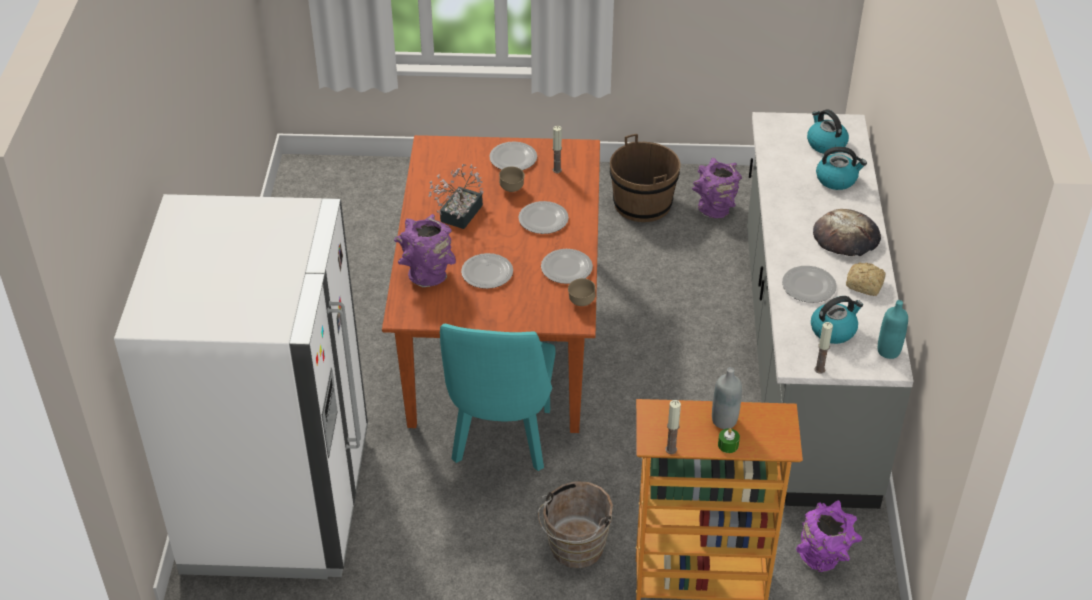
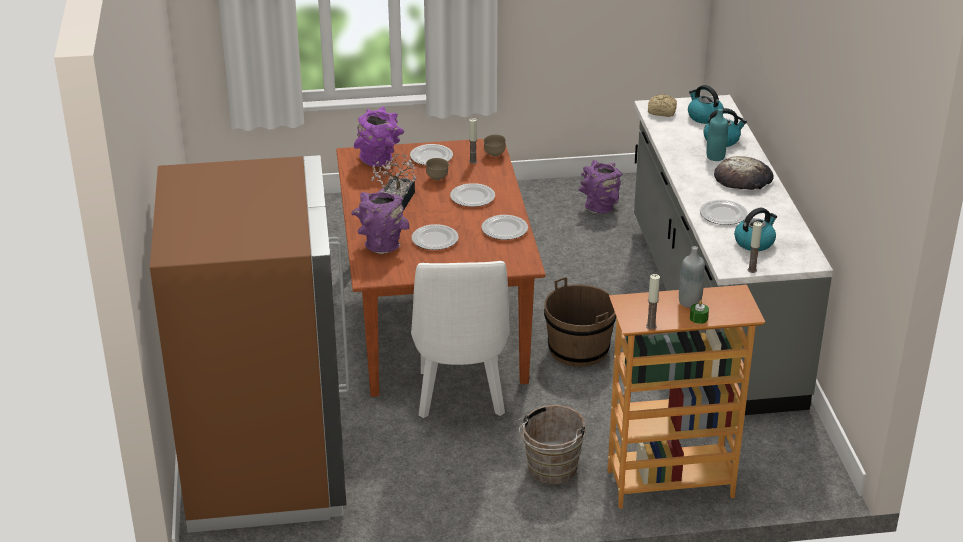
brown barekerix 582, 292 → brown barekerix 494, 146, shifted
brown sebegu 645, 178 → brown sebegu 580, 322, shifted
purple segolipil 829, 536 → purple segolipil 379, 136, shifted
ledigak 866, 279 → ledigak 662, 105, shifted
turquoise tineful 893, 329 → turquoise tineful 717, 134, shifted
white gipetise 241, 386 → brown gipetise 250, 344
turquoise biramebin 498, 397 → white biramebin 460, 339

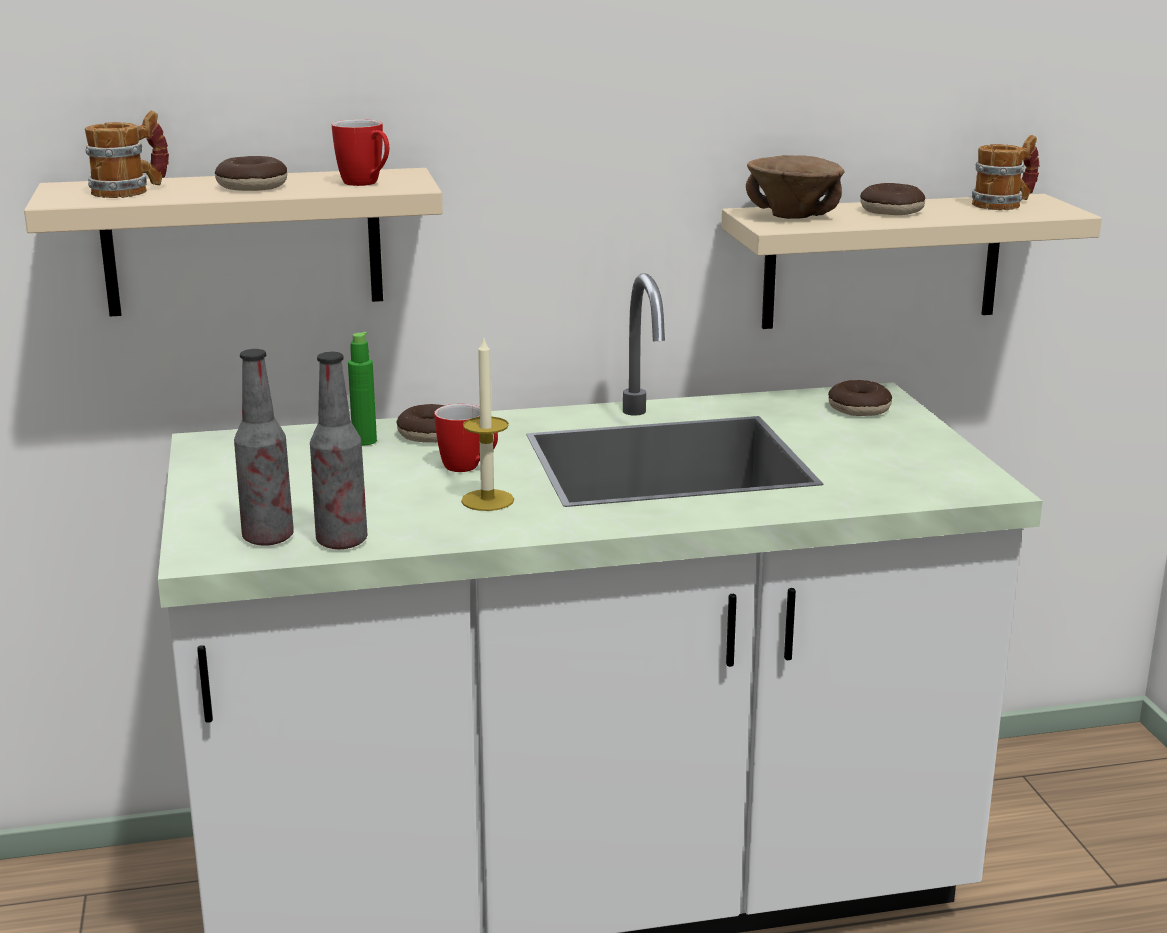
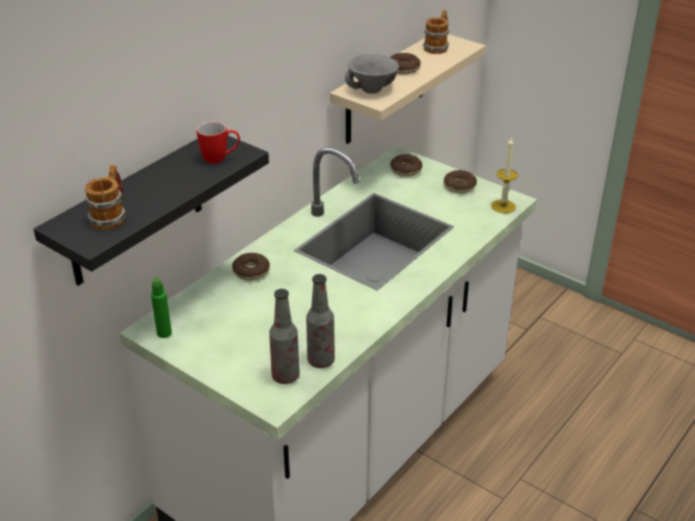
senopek 466, 438 → -
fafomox 251, 173 → fafomox 460, 181, shifted
green tineful 362, 388 → green tineful 161, 307, shifted
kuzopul 487, 423 → kuzopul 504, 175, shifted
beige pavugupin 233, 242 → black pavugupin 151, 210
brown barekerix 795, 187 → grey barekerix 372, 74

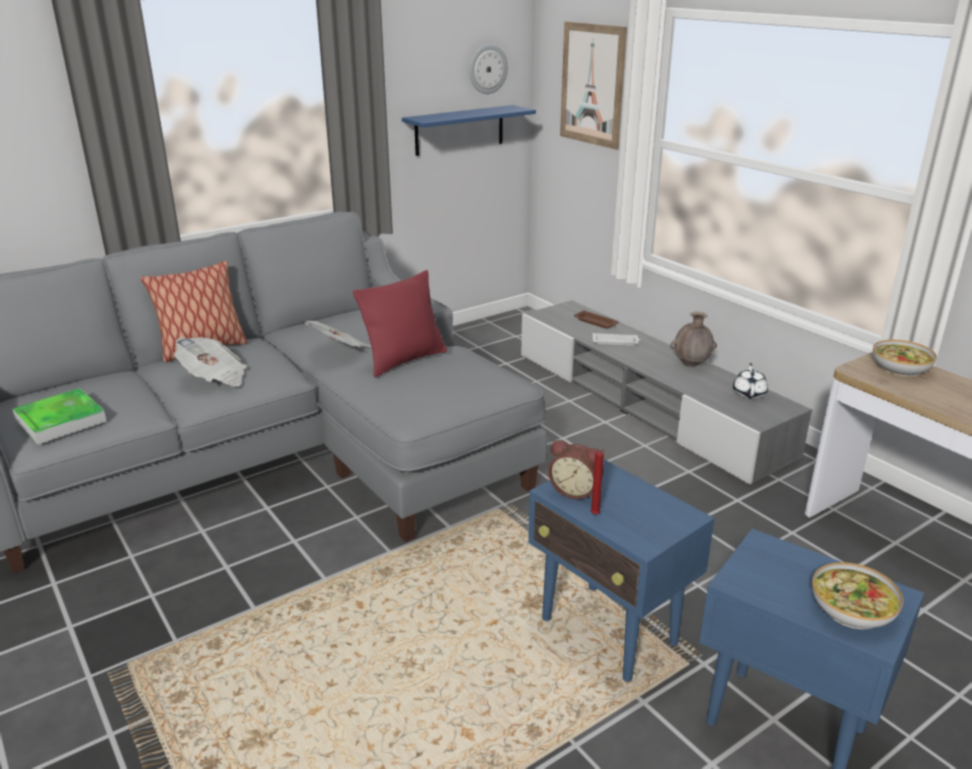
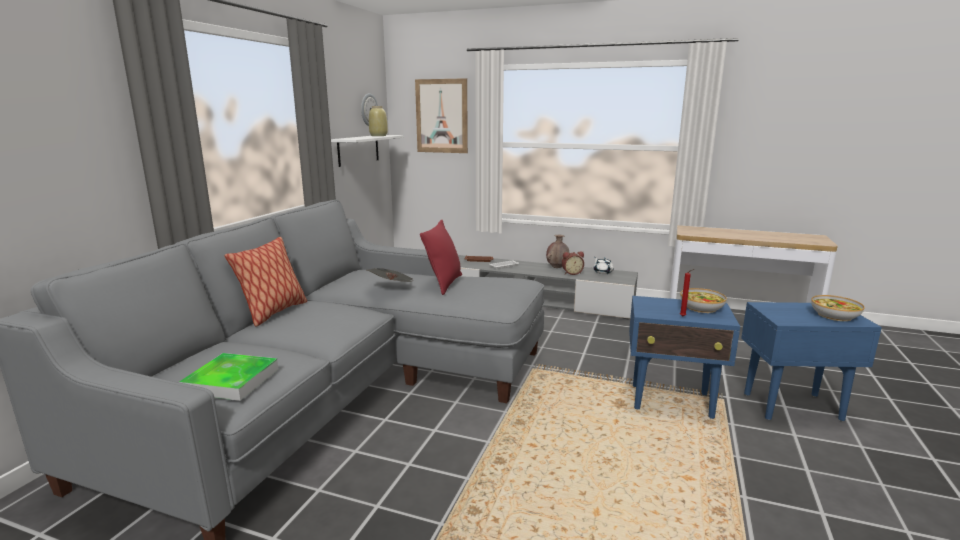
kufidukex 210, 362 → -
- → beige segolipil 378, 121
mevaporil 576, 469 → mevaporil 573, 263, shifted
barekerix 905, 358 → barekerix 703, 300, shifted
blue pavugupin 469, 130 → white pavugupin 367, 151

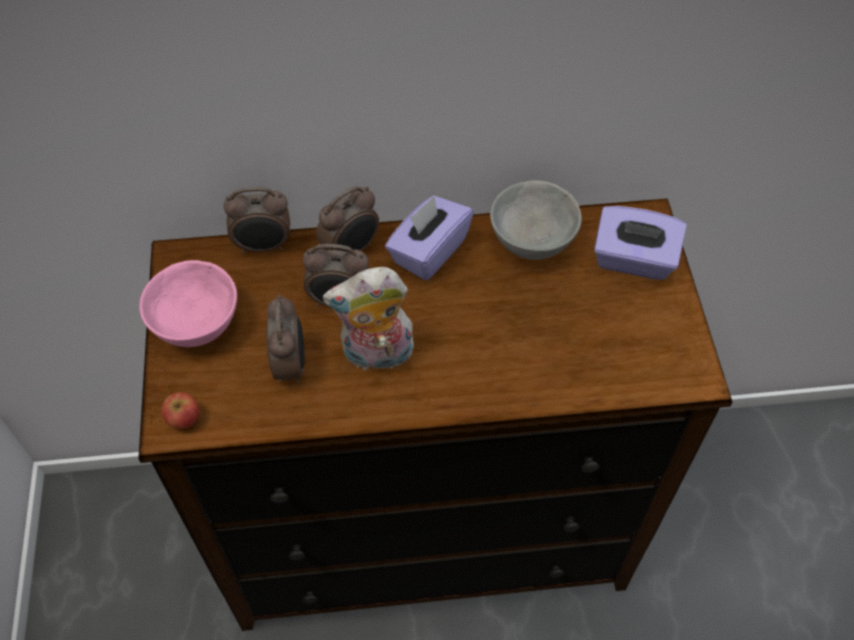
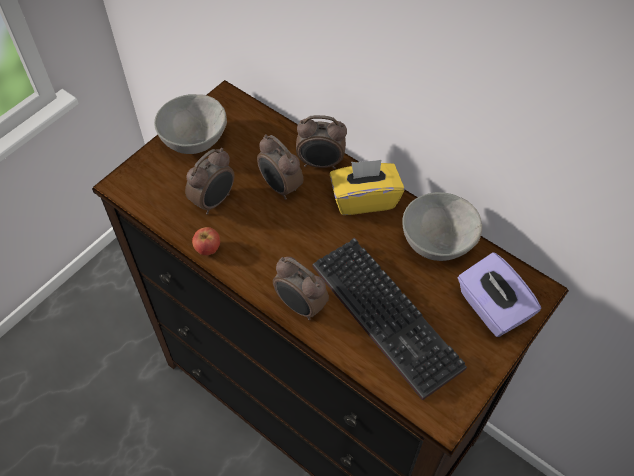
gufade 368, 318 → -
- → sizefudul 390, 319
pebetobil 180, 410 → pebetobil 206, 241, shifted
mevaporil 257, 220 → mevaporil 301, 288, shifted
pink barekerix 188, 303 → grey barekerix 190, 124
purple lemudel 429, 238 → yellow lemudel 367, 187

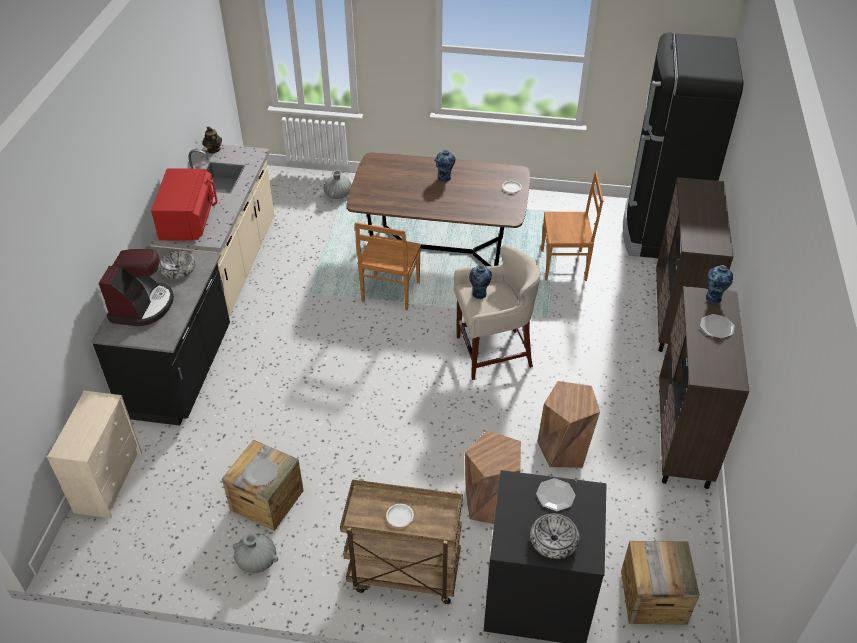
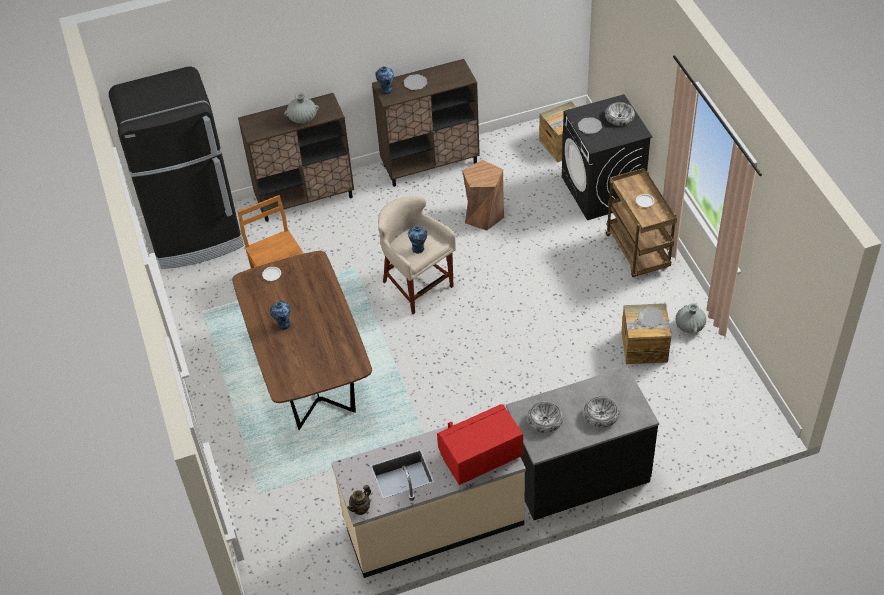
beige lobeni 94, 454 → -
brown biramebin 388, 266 → -
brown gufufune 493, 477 → -
grey segolipil 337, 184 → grey segolipil 301, 107, shifted
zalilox 136, 287 → barekerix 602, 412

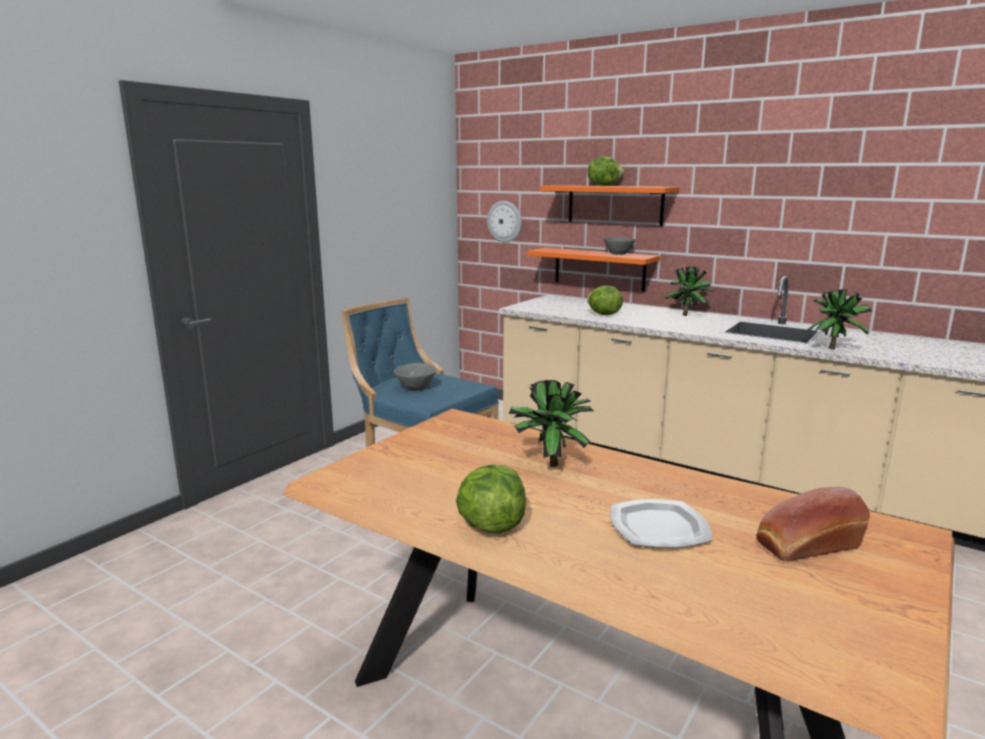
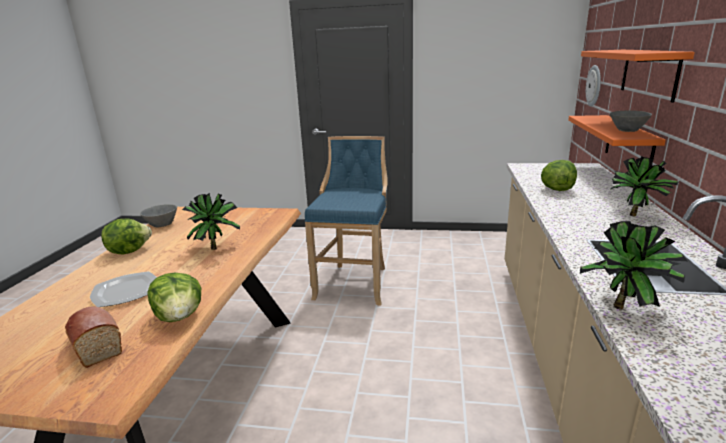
grey barekerix 415, 377 → grey barekerix 158, 215, shifted
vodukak 605, 171 → vodukak 174, 297, shifted

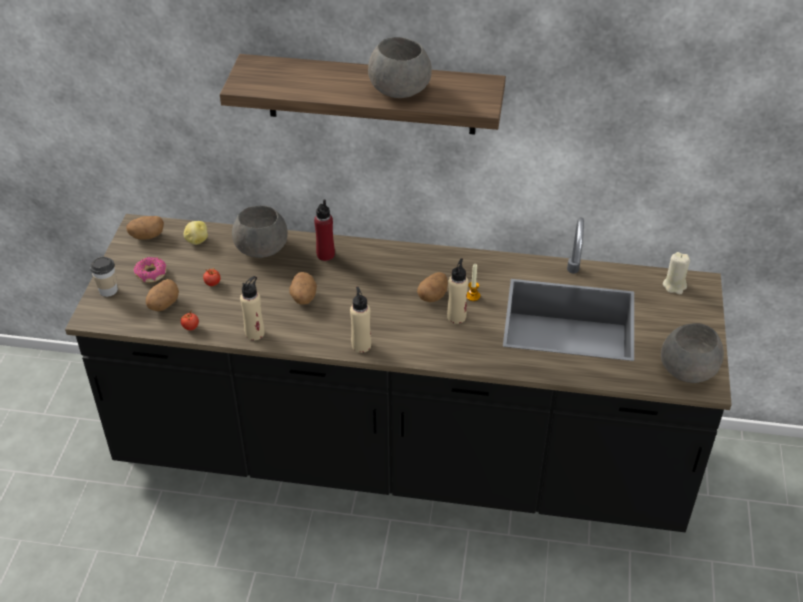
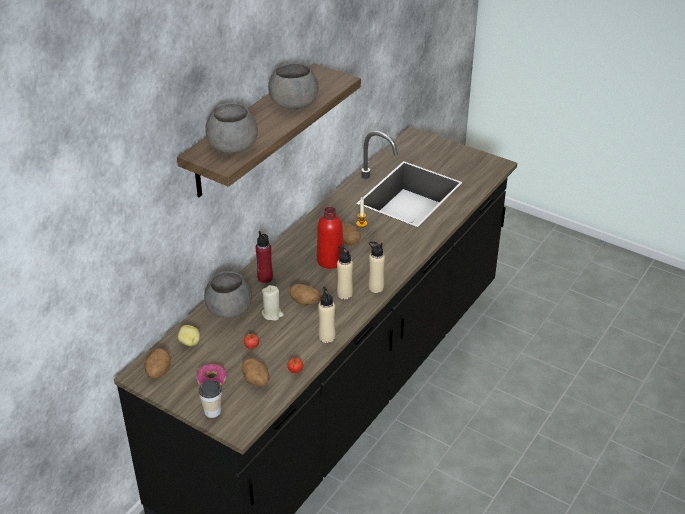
- → red tineful 330, 238
beige tineful 457, 291 → beige tineful 345, 272, shifted
grey barekerix 692, 353 → grey barekerix 231, 127, shifted
beige kuzopul 676, 273 → beige kuzopul 272, 303, shifted

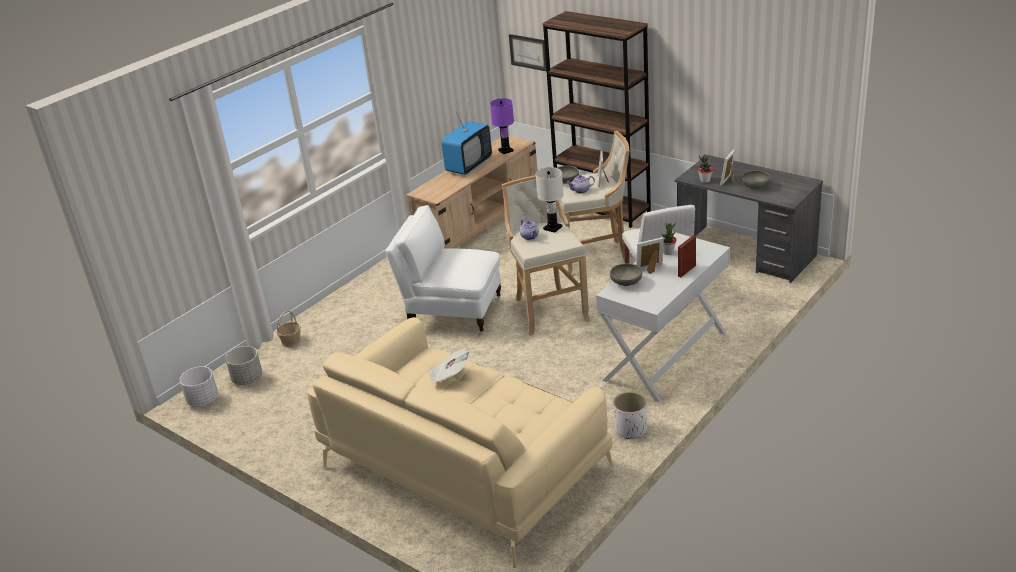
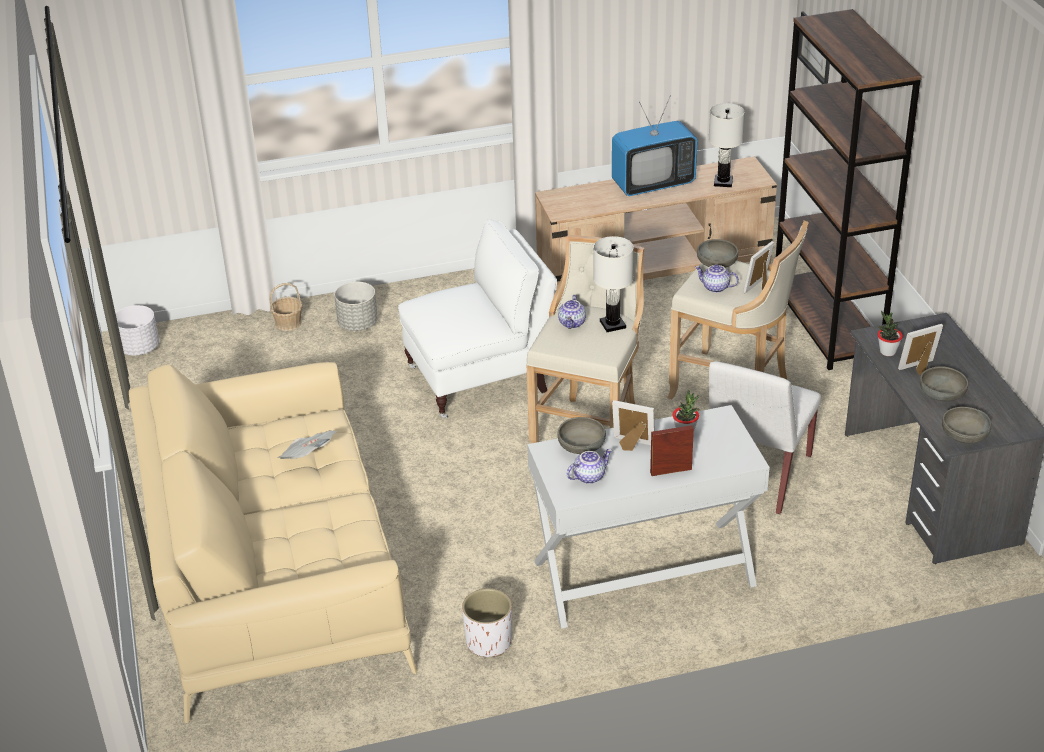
- → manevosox 589, 466
- → grey barekerix 966, 425
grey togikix 243, 365 → grey togikix 356, 306, shifted
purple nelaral 502, 126 → white nelaral 726, 145
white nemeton 443, 270 → white nemeton 477, 319, 105 degrees clockwise

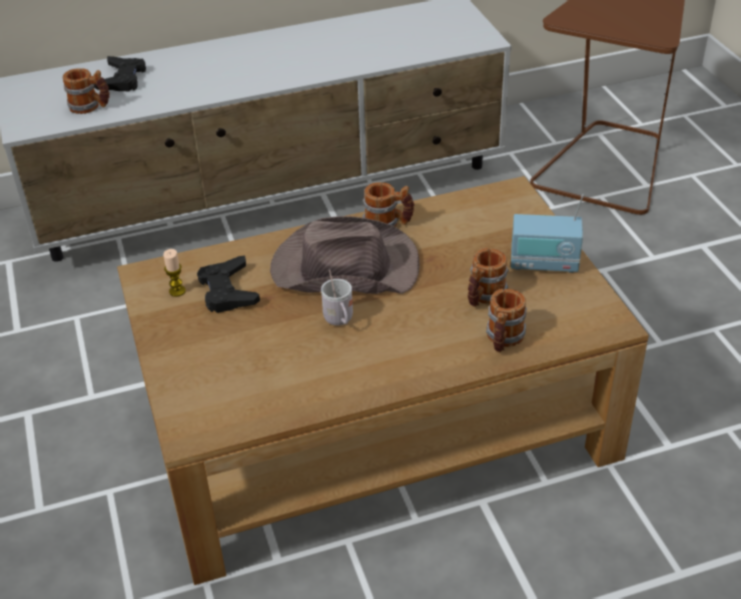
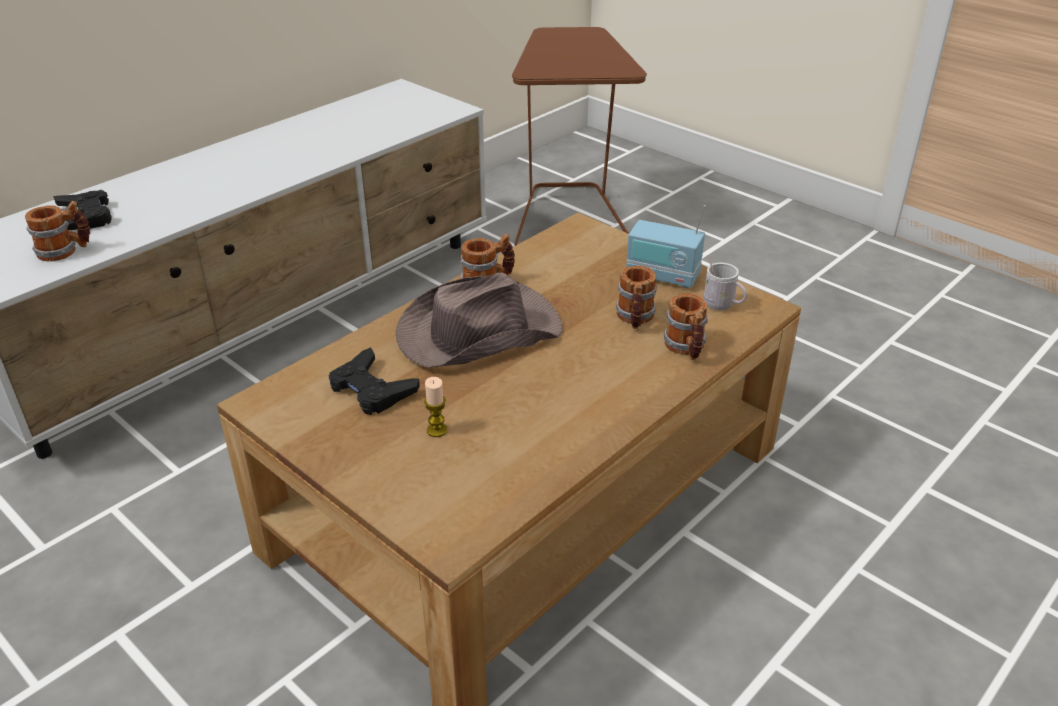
kuzopul 174, 273 → kuzopul 435, 407, shifted
white senopek 337, 298 → white senopek 725, 282, shifted
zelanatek 547, 233 → zelanatek 666, 246, 45 degrees clockwise

